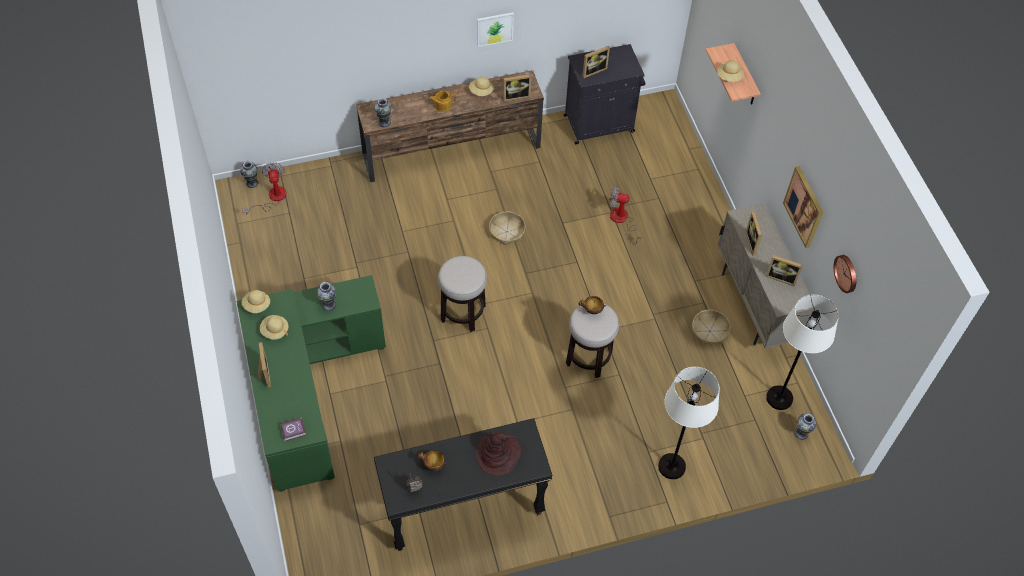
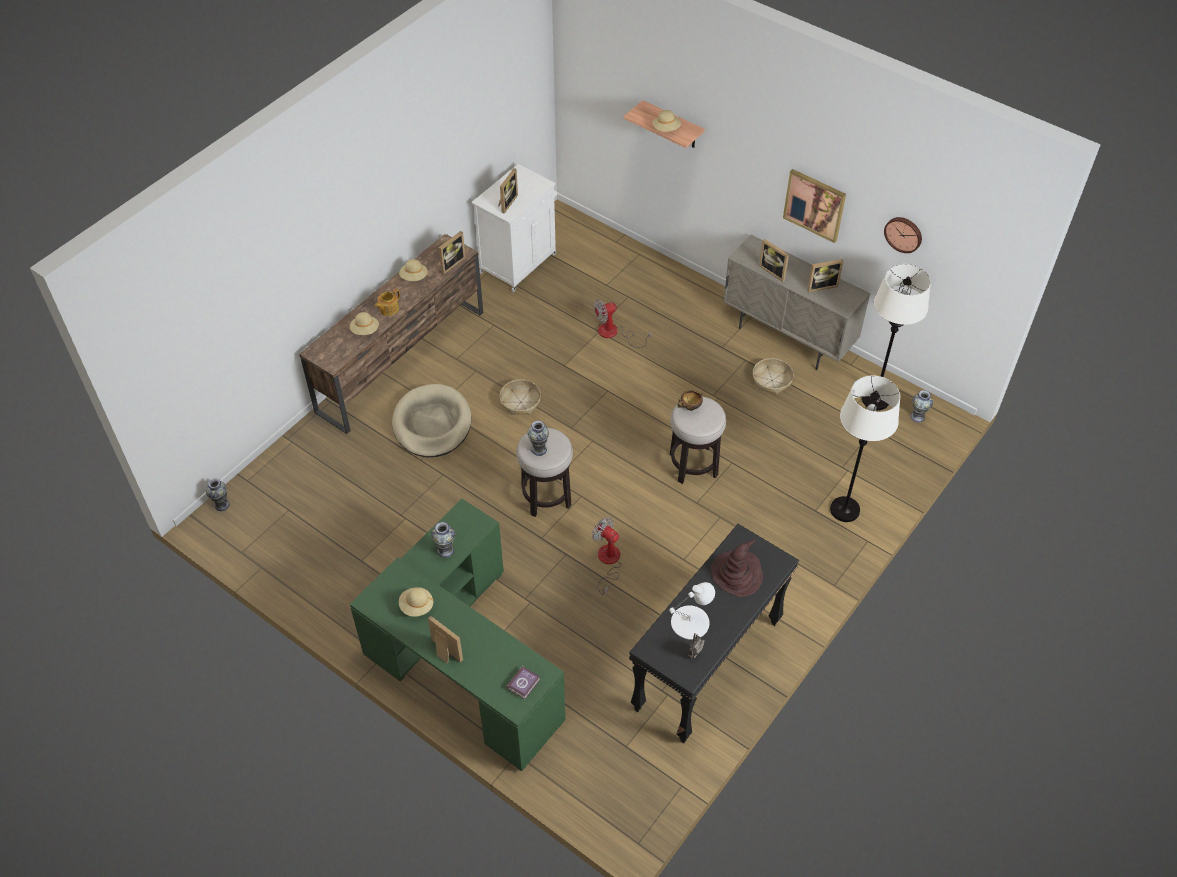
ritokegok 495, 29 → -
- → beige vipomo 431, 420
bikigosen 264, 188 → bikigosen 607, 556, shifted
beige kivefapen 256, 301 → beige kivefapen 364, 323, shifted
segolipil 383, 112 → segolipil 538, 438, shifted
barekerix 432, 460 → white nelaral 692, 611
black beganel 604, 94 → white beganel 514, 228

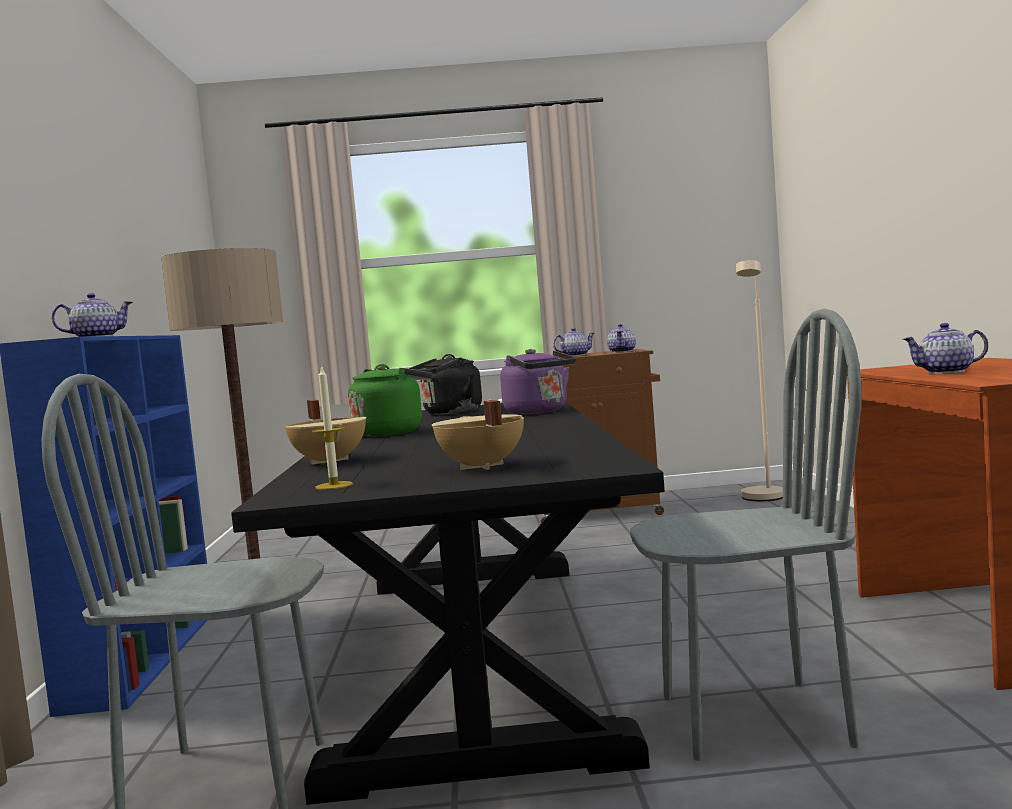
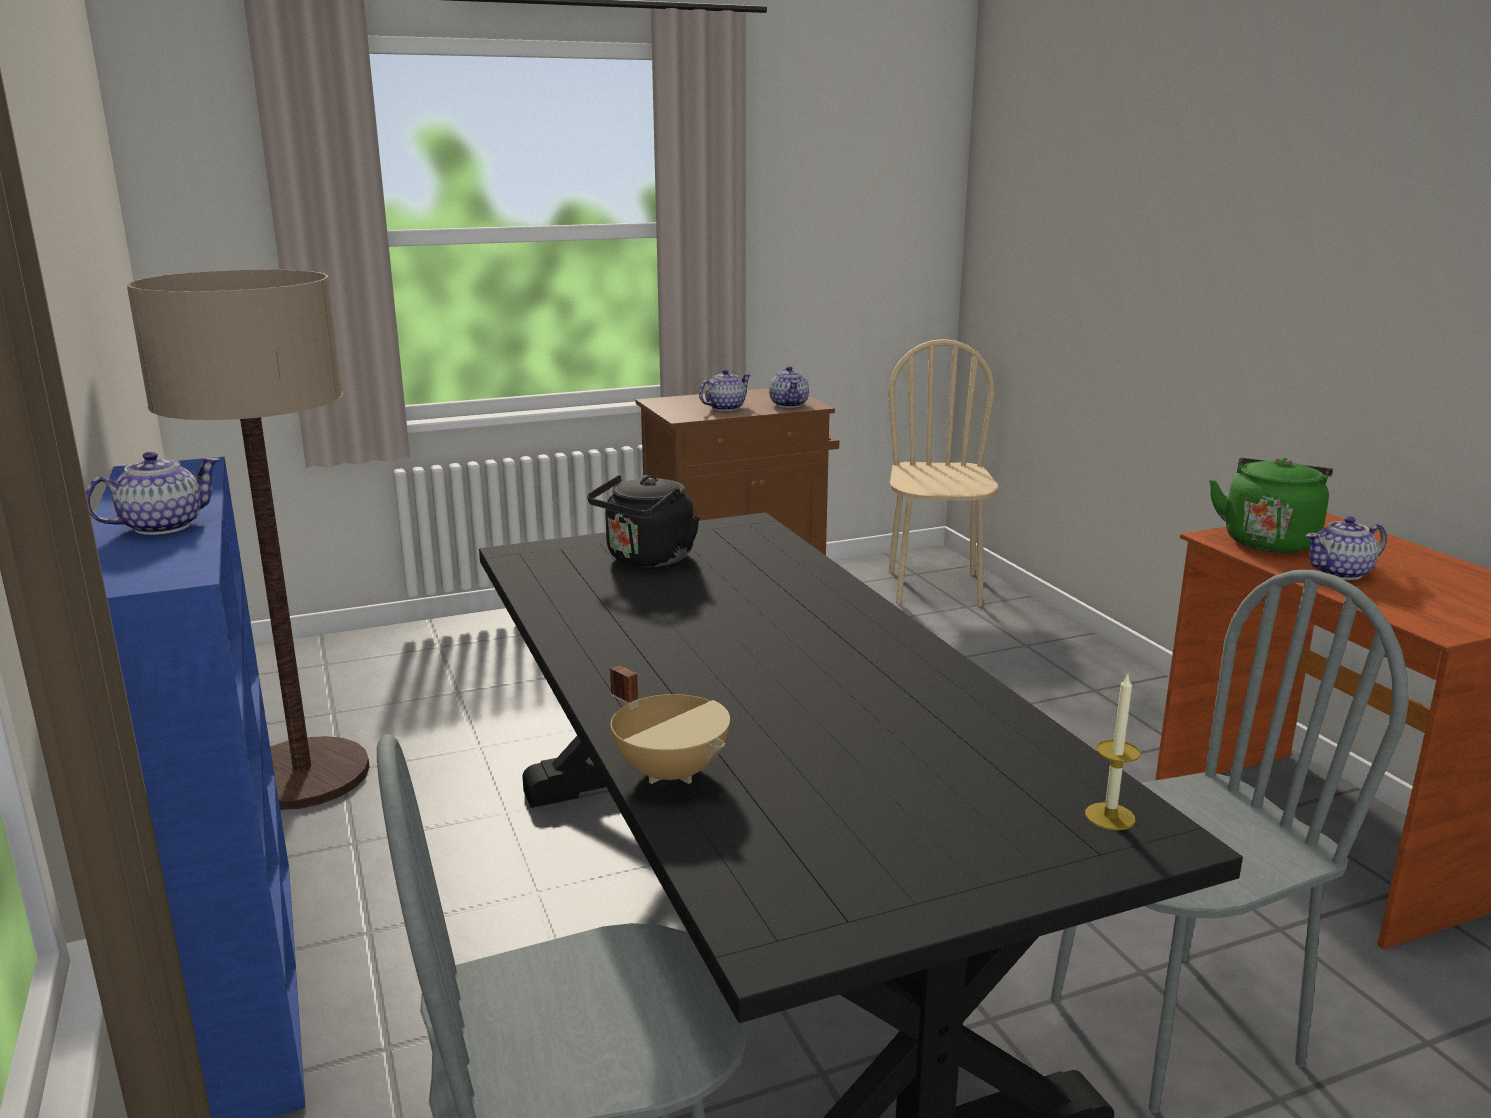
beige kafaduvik 478, 435 → -
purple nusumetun 538, 381 → -
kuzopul 332, 427 → kuzopul 1112, 752, shifted
green nusumetun 390, 400 → green nusumetun 1271, 505, shifted
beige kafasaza 759, 380 → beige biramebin 943, 473

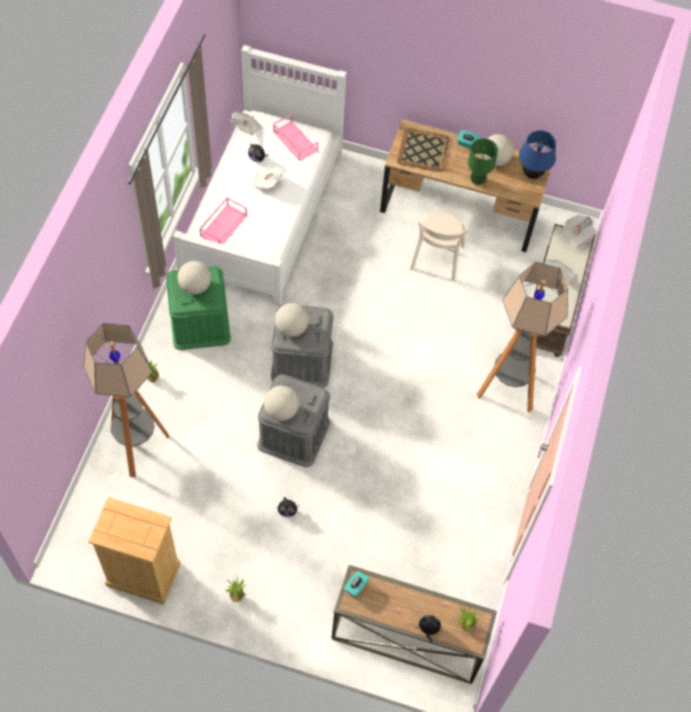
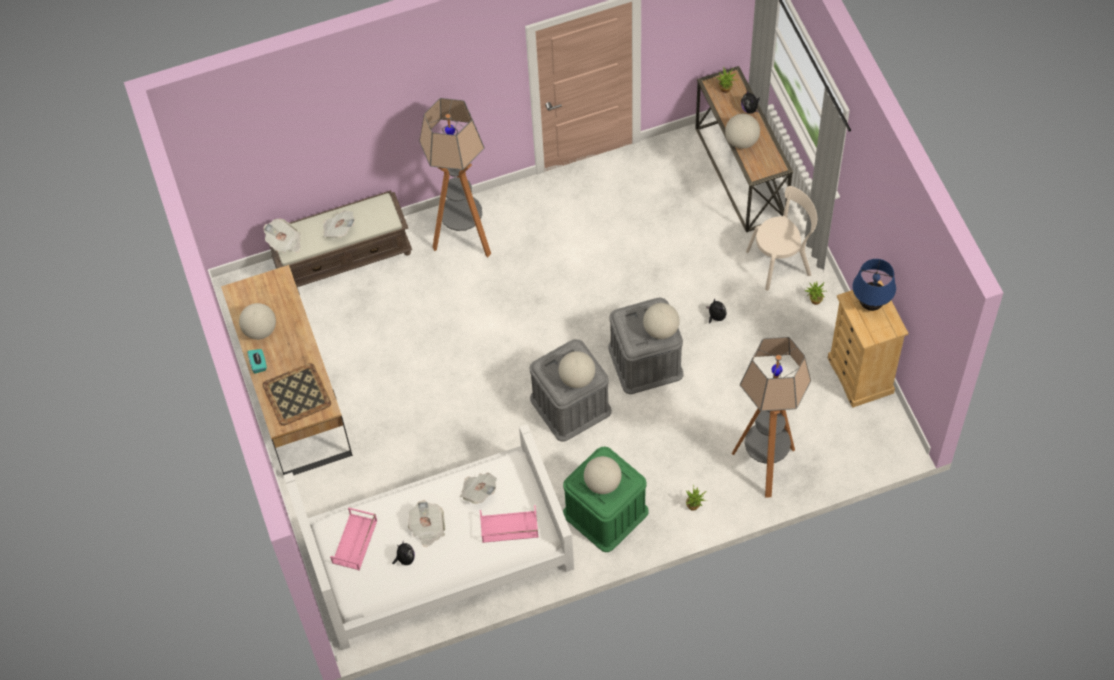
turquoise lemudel 357, 584 → -
green nelaral 483, 162 → -
- → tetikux 742, 131
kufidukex 247, 123 → kufidukex 478, 488, shifted
beige biramebin 439, 247 → beige biramebin 781, 238, shifted
blue nelaral 537, 154 → blue nelaral 874, 285, shifted

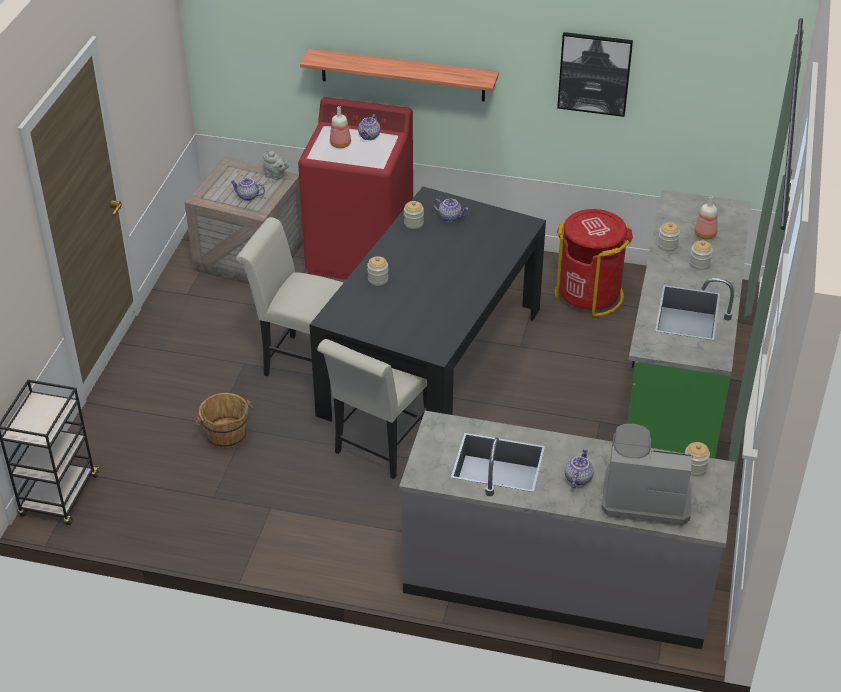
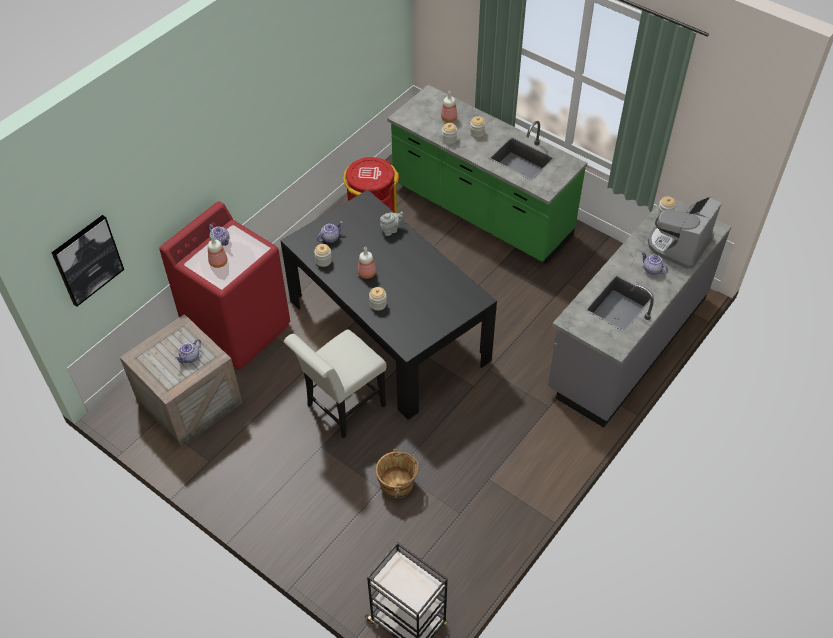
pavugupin 399, 75 → -
white biramebin 372, 409 → -
- → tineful 367, 263
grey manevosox 276, 165 → grey manevosox 391, 223, shifted
ritokegok 595, 74 → ritokegok 87, 261, shifted

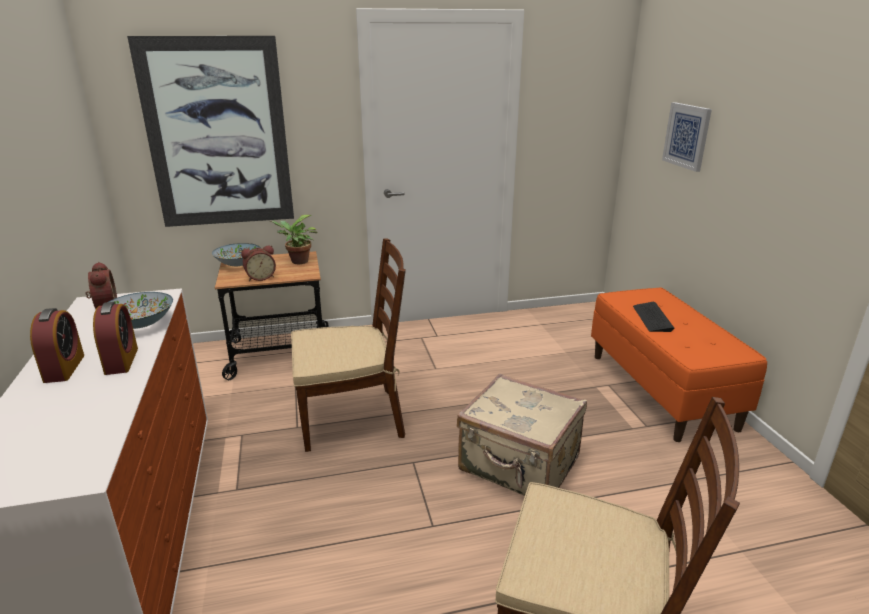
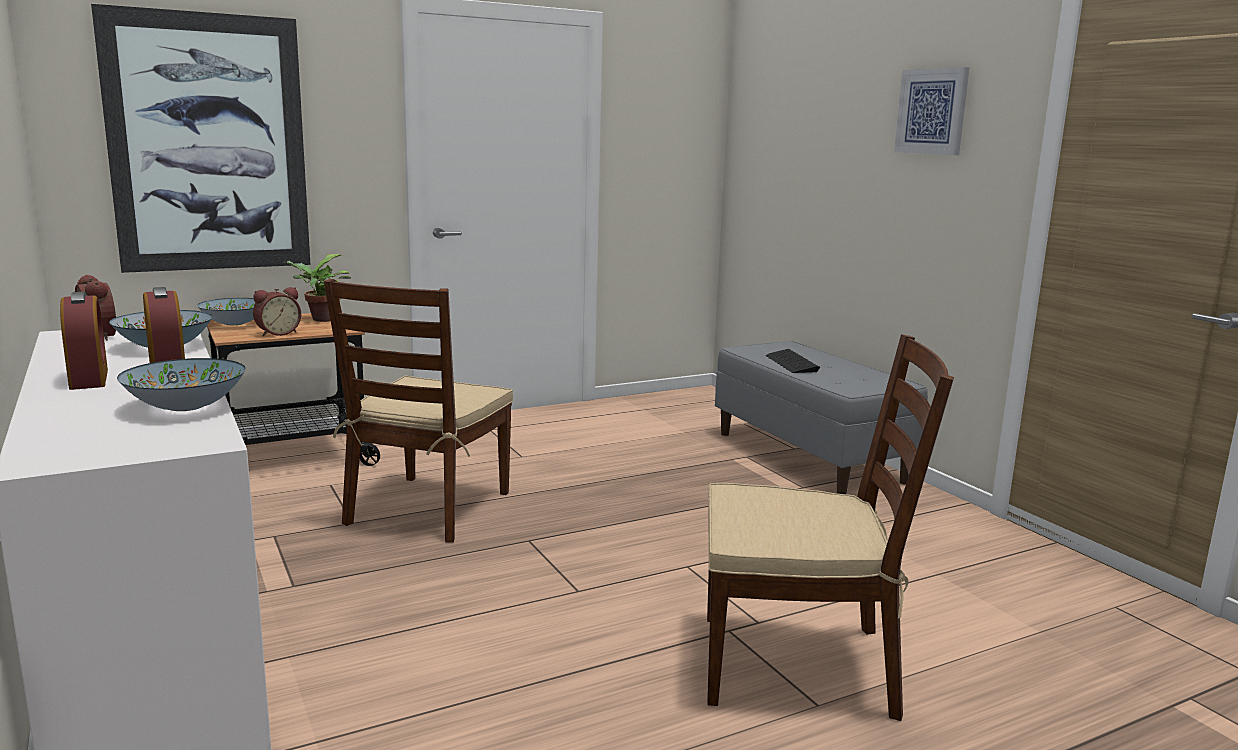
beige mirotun 522, 435 → -
- → barekerix 181, 384
ritokegok 687, 137 → ritokegok 932, 111, shifted
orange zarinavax 679, 364 → grey zarinavax 821, 417
brown biramebin 348, 345 → brown biramebin 418, 411, 135 degrees clockwise

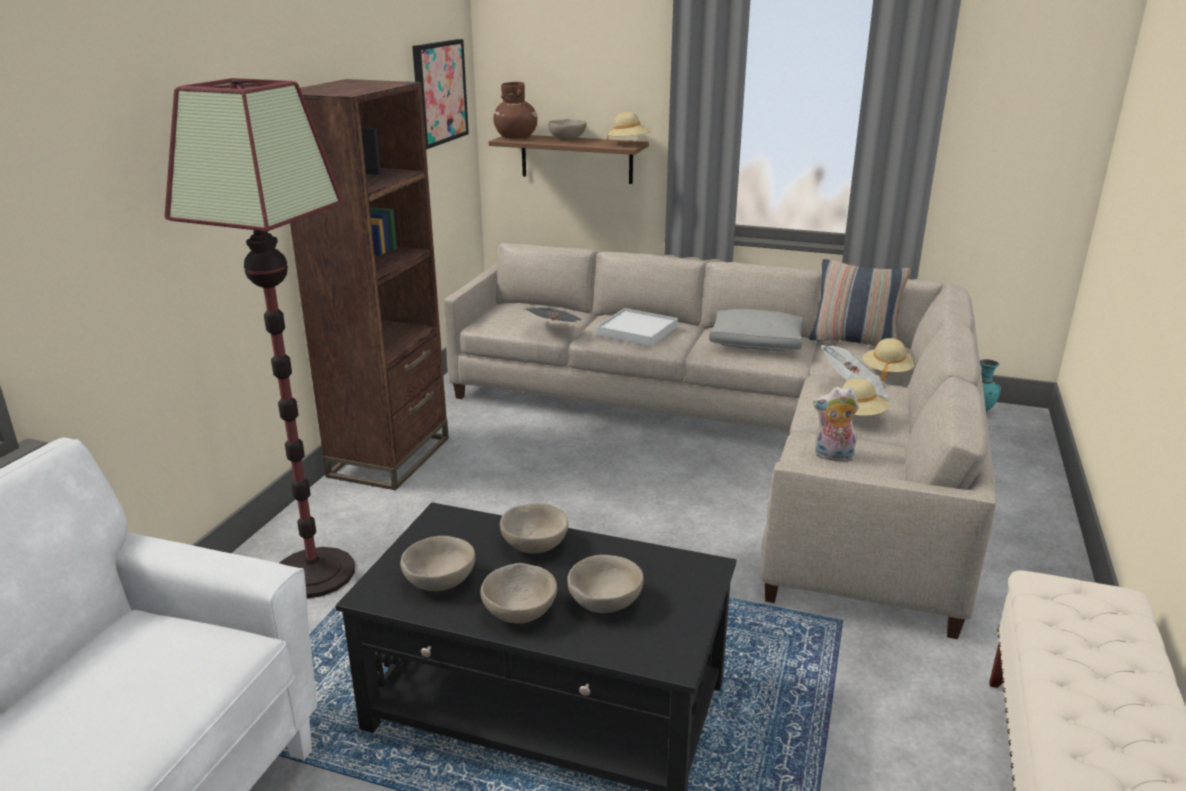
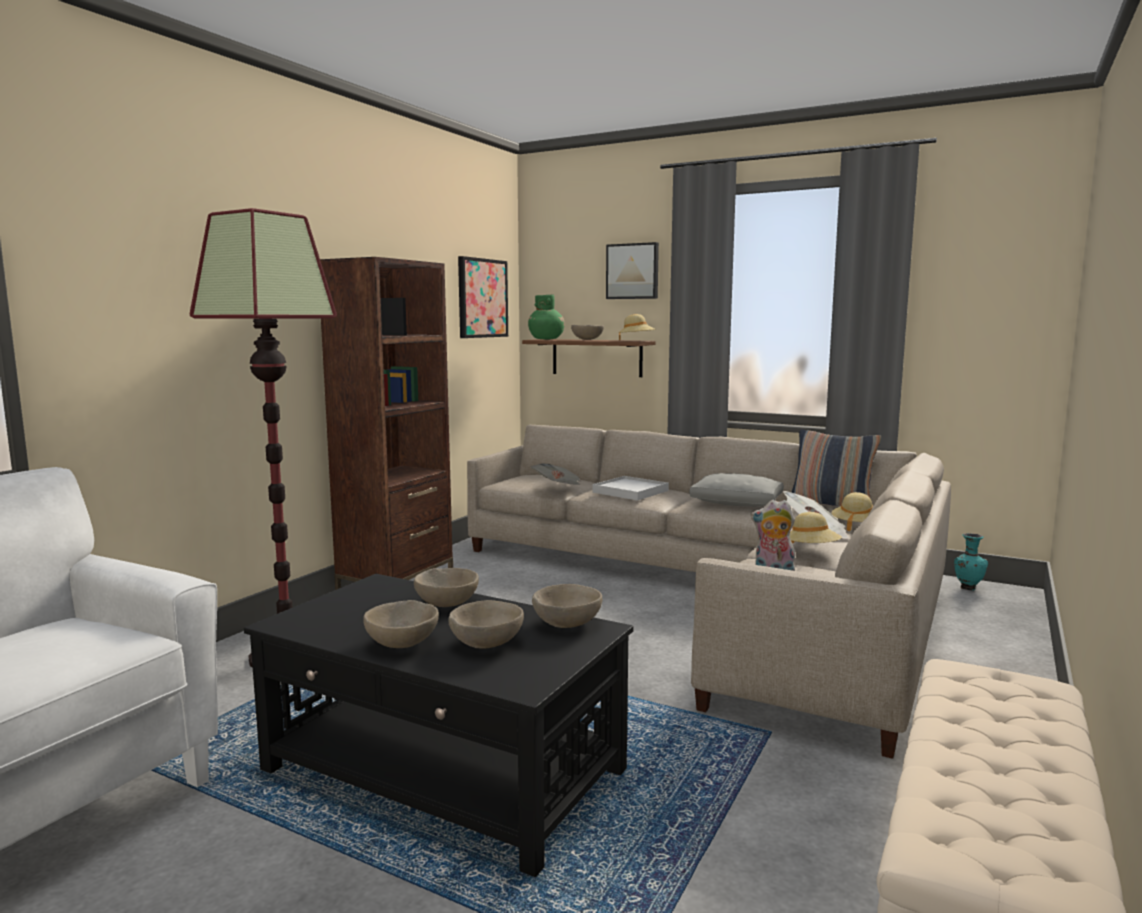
- → ritokegok 632, 270
beige barekerix 437, 563 → beige barekerix 567, 606, shifted
brown segolipil 515, 110 → green segolipil 546, 317

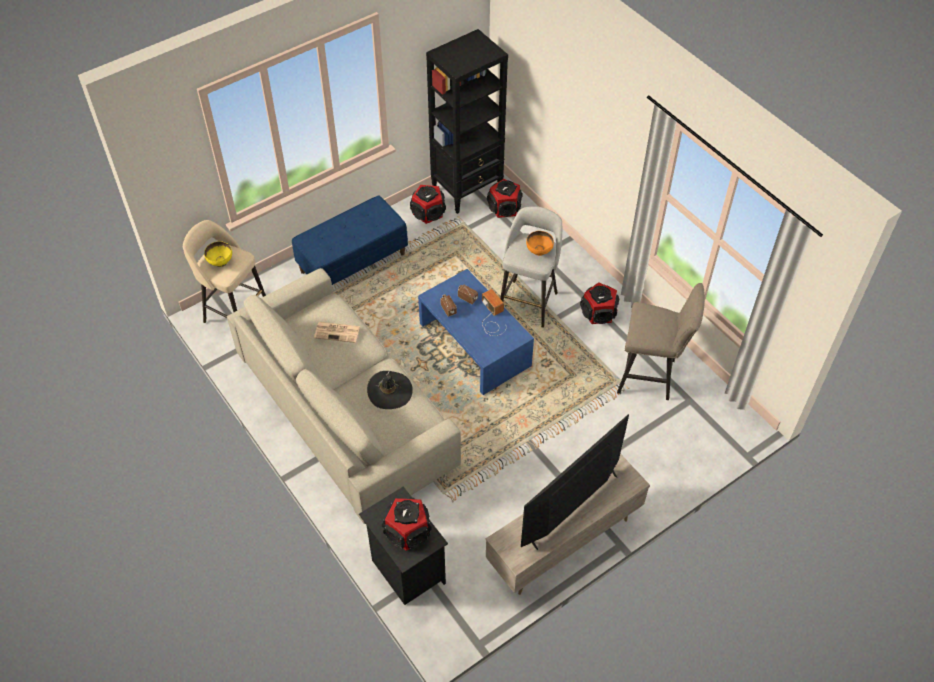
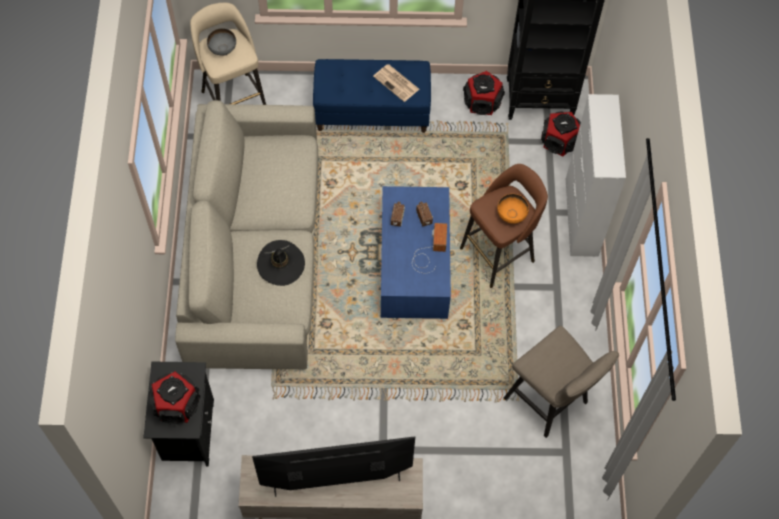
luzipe 599, 303 → -
- → white beganel 596, 175
kufidukex 337, 332 → kufidukex 396, 83, shifted
yellow barekerix 218, 254 → grey barekerix 221, 42
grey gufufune 531, 267 → brown gufufune 504, 226

